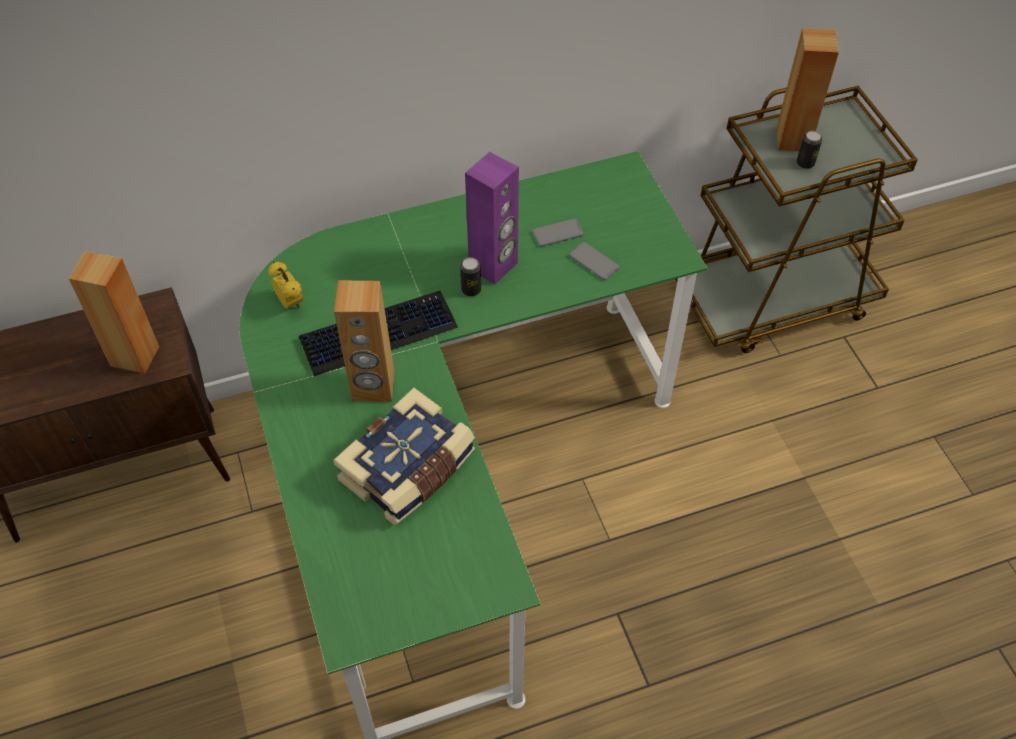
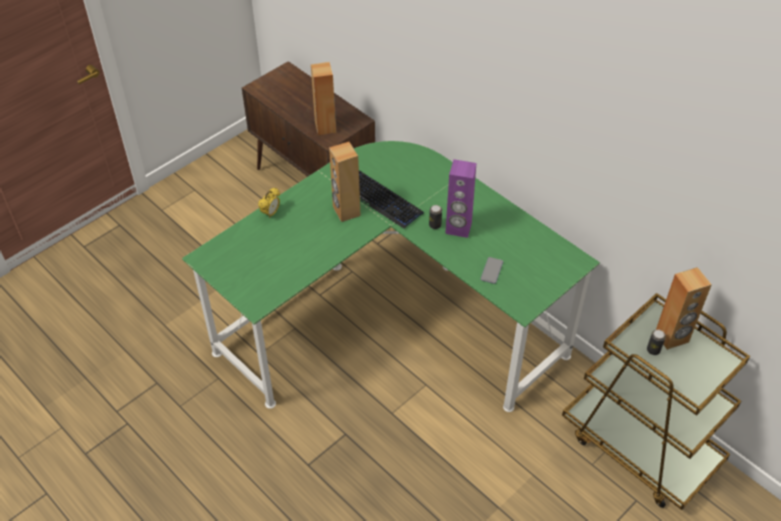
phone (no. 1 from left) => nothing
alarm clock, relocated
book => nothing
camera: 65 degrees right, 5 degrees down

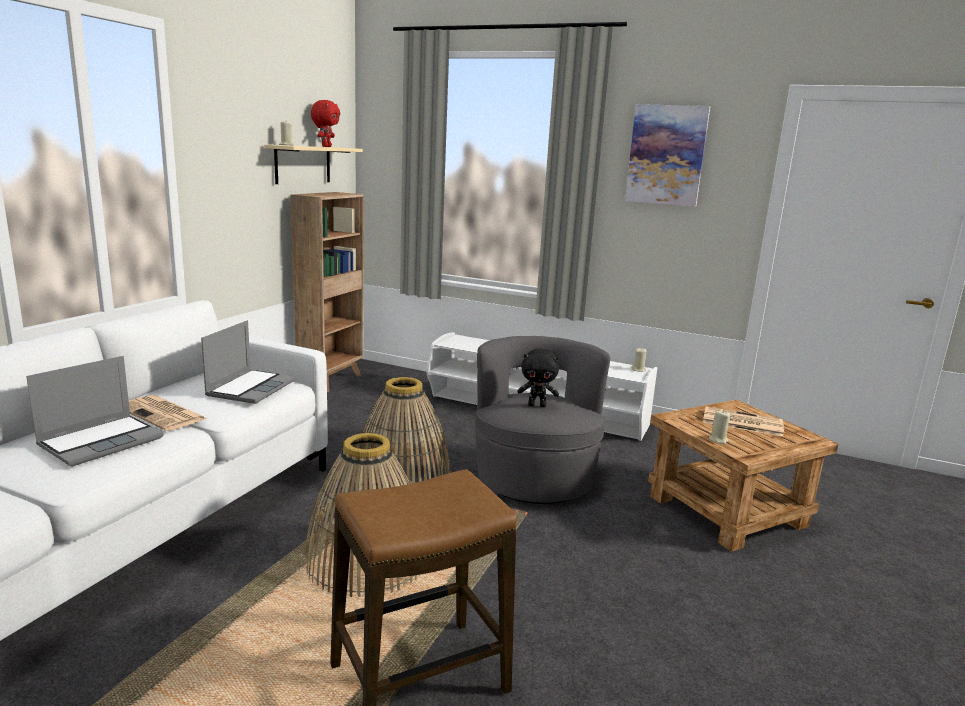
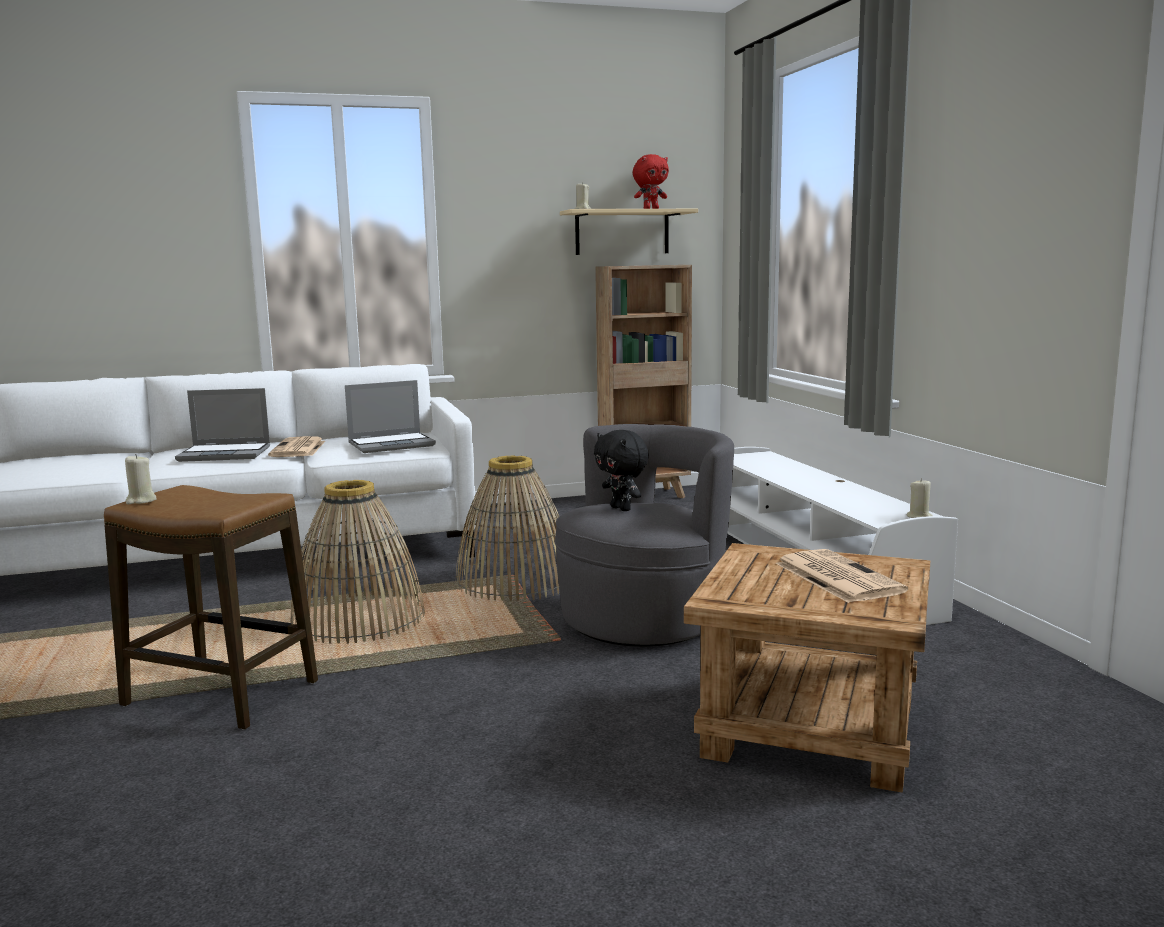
picture => nothing
candle (beige) (no. 3 from left in the first image) => candle (beige) (no. 1 from left), relocated
camera: 50 degrees right, 5 degrees down

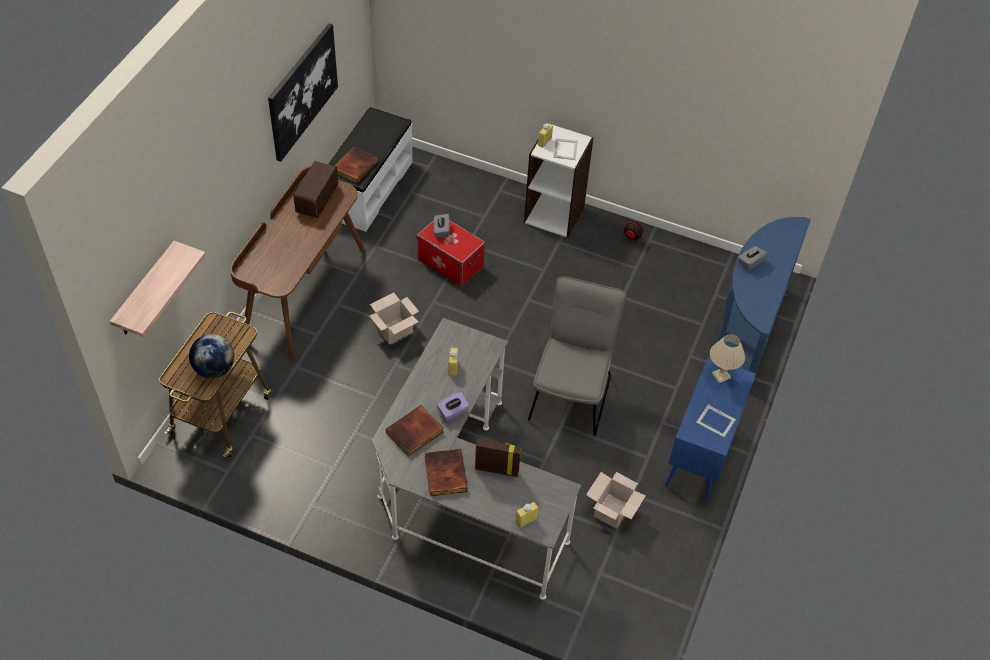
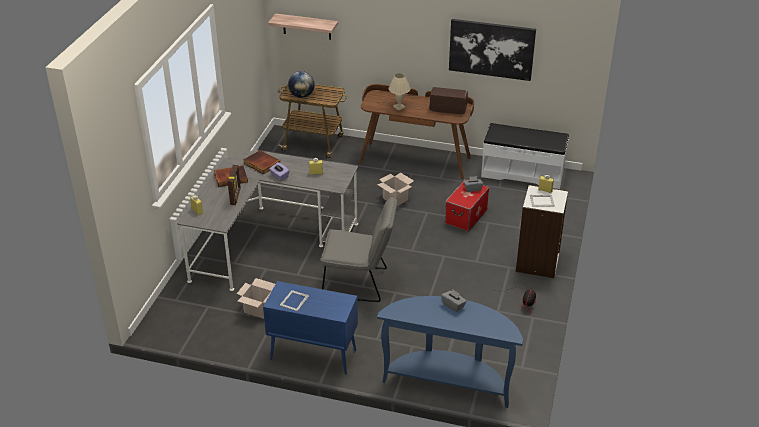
book (no. 1 from left) => nothing
table lamp (beige), relocated
camera: 85 degrees right, 15 degrees down

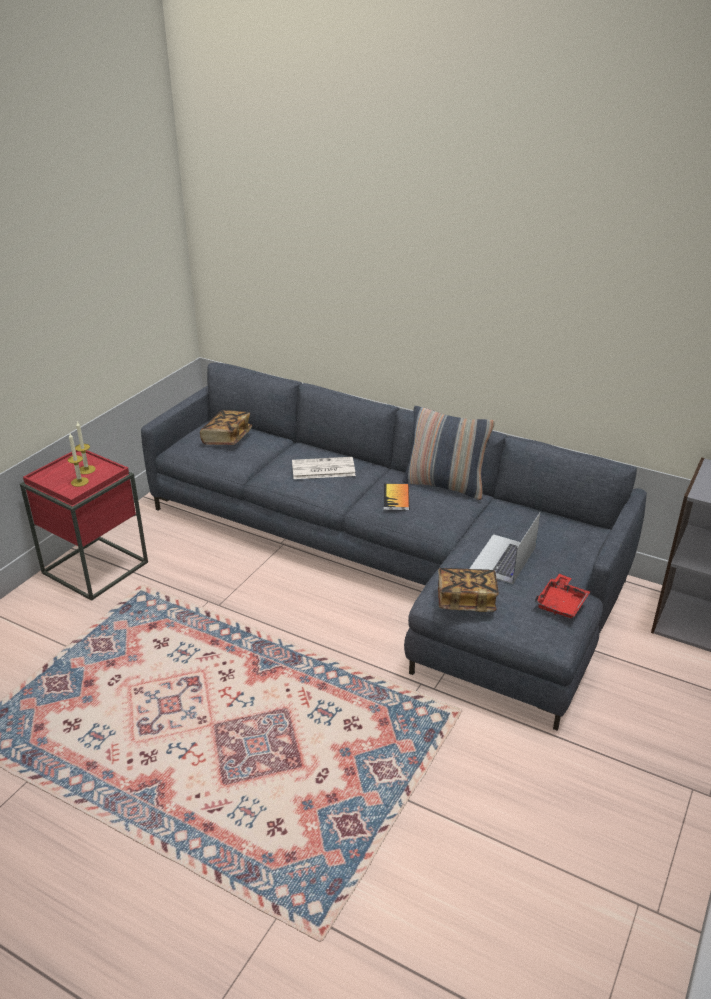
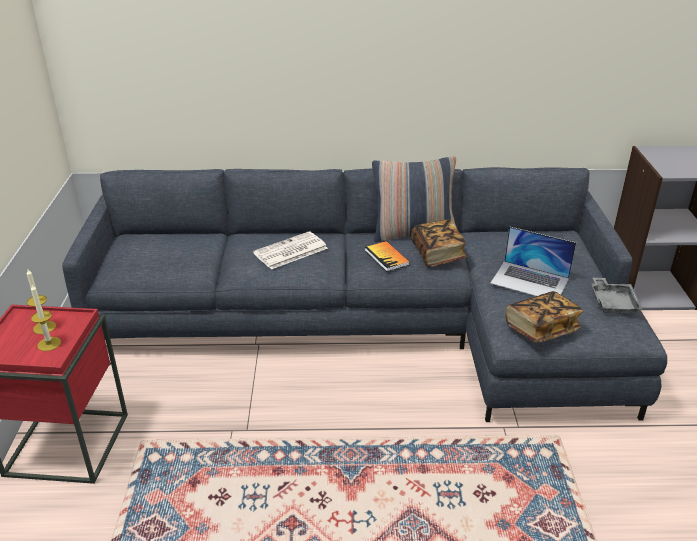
book (no. 1 from left in the first image) => book (no. 2 from left), relocated
laptop, 60 degrees counterclockwise
tray (red) => tray (grey)
camera: 30 degrees left, 0 degrees up

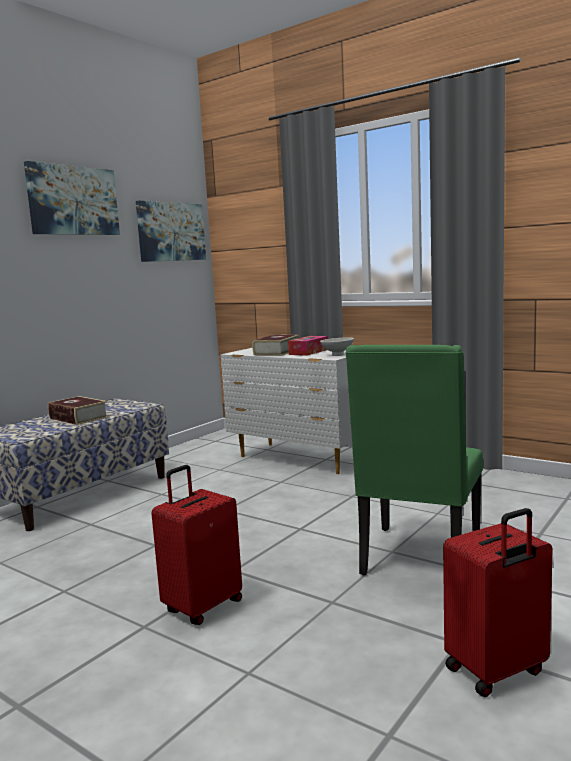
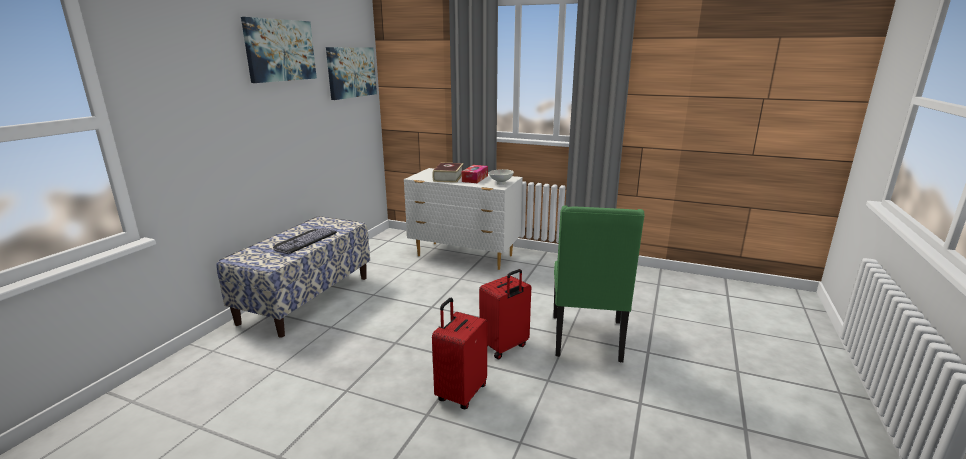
book (no. 1 from left) => keyboard
suitcase (red) (no. 2 from left), relocated
camera: 15 degrees left, 10 degrees up

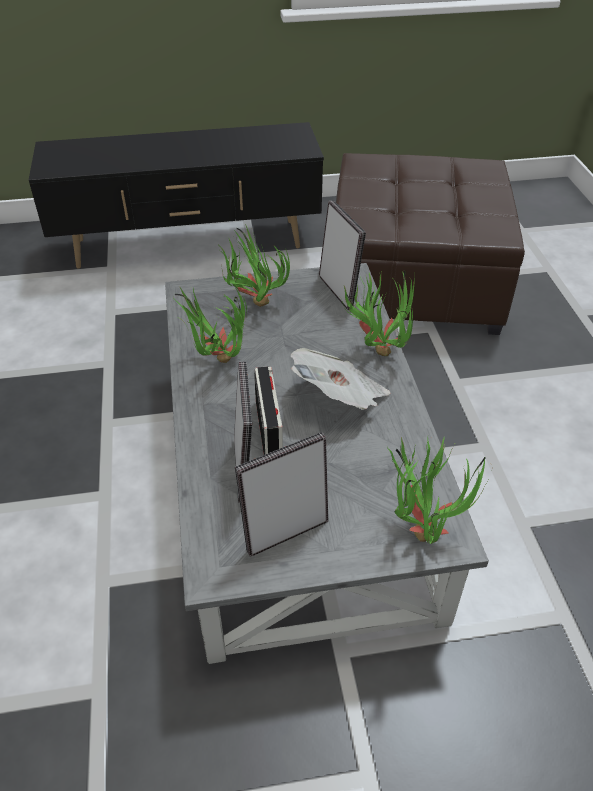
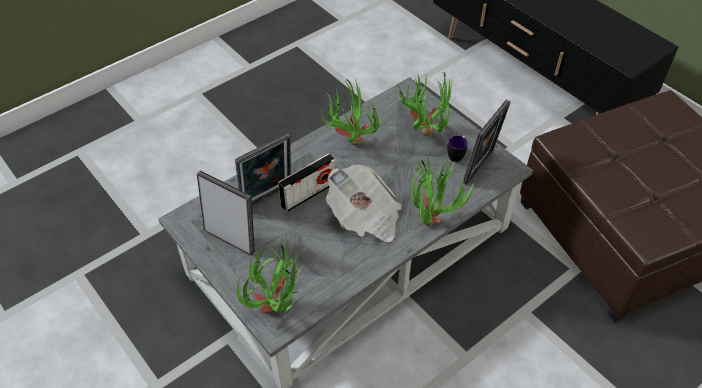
nothing => mug
camera: 60 degrees right, 5 degrees up

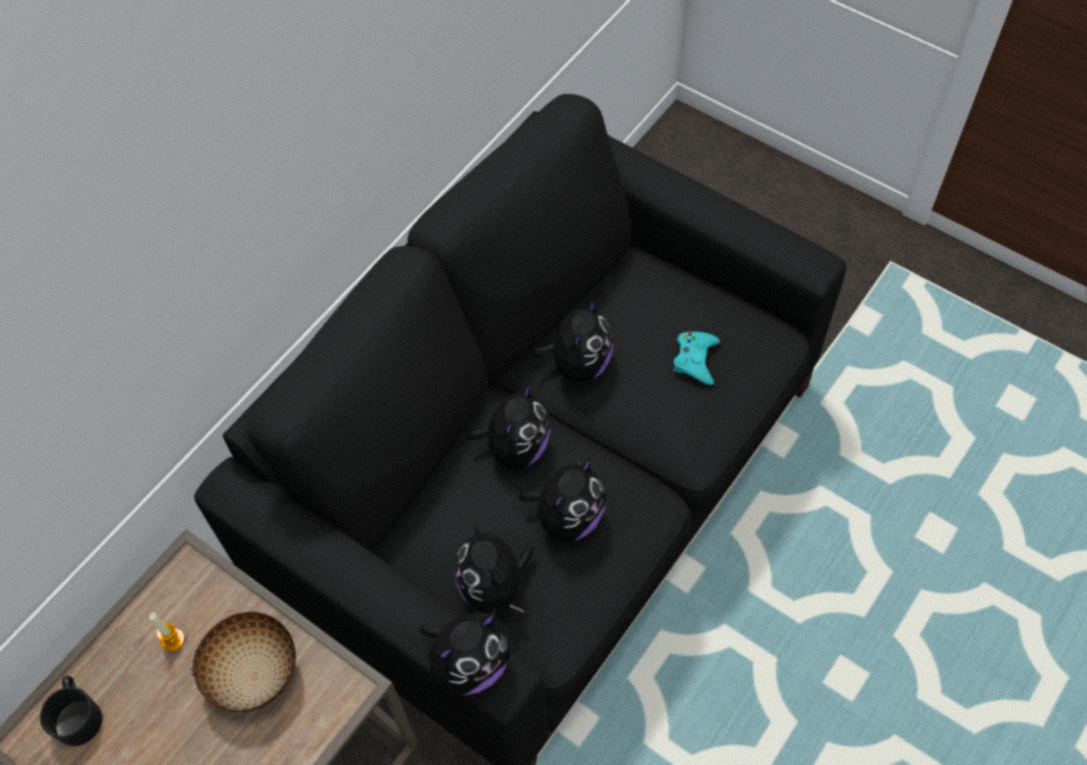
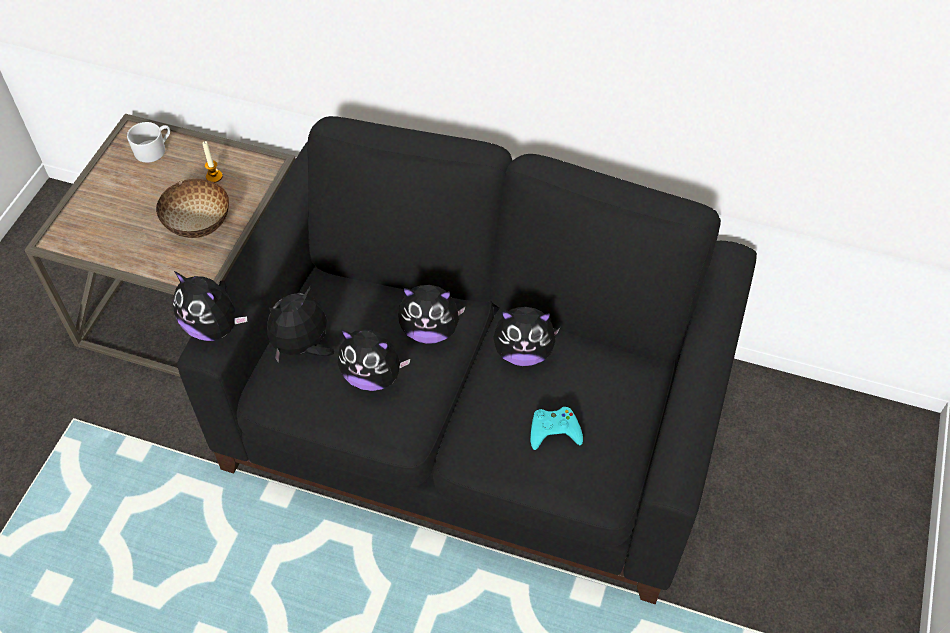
mug (black) => mug (white)
camera: 70 degrees right, 5 degrees down

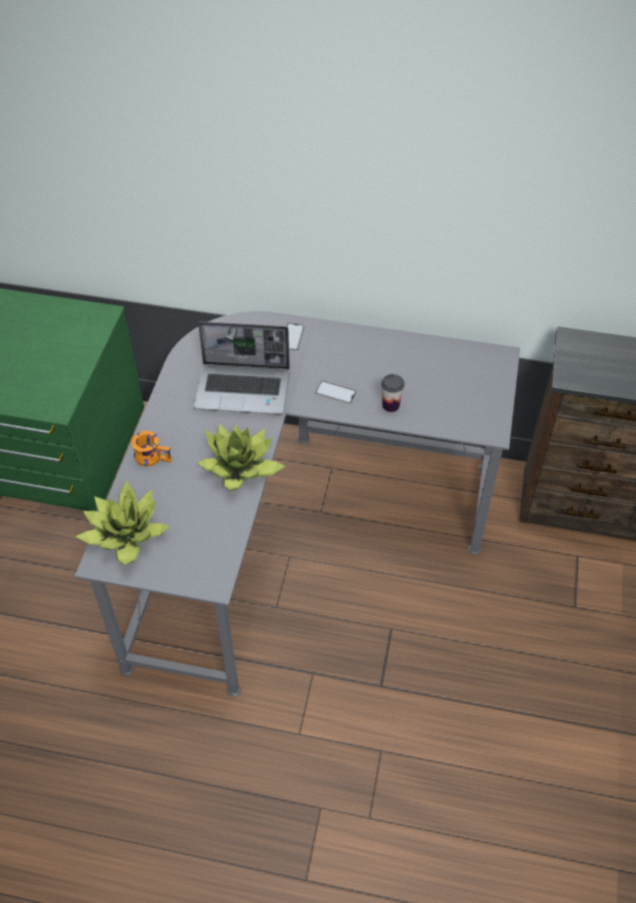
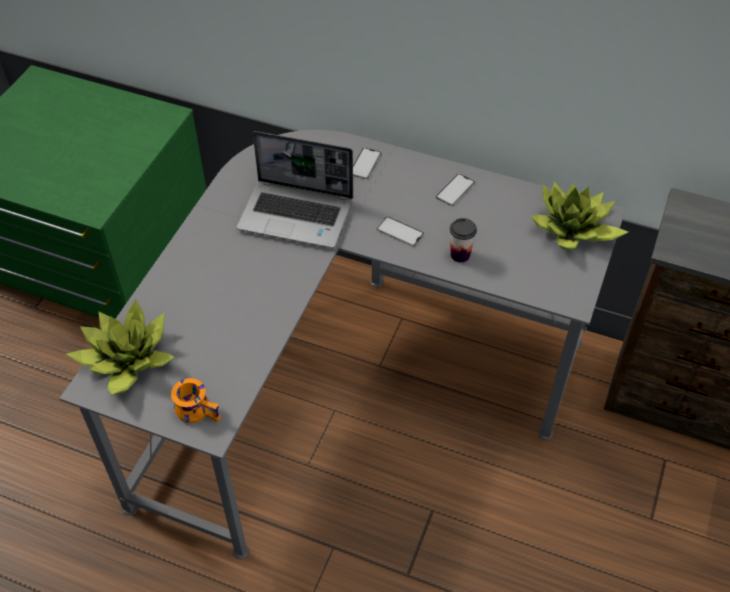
potted plant (no. 2 from left), relocated
mug (orange), relocated
nothing => phone (no. 3 from left)
camera: 10 degrees right, 0 degrees up

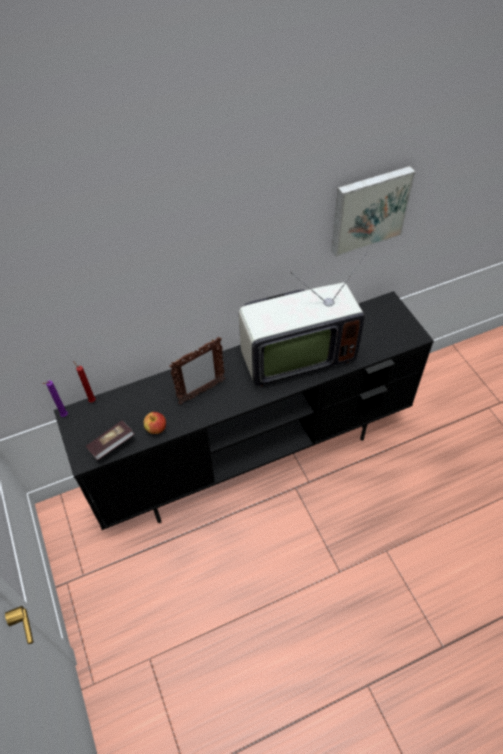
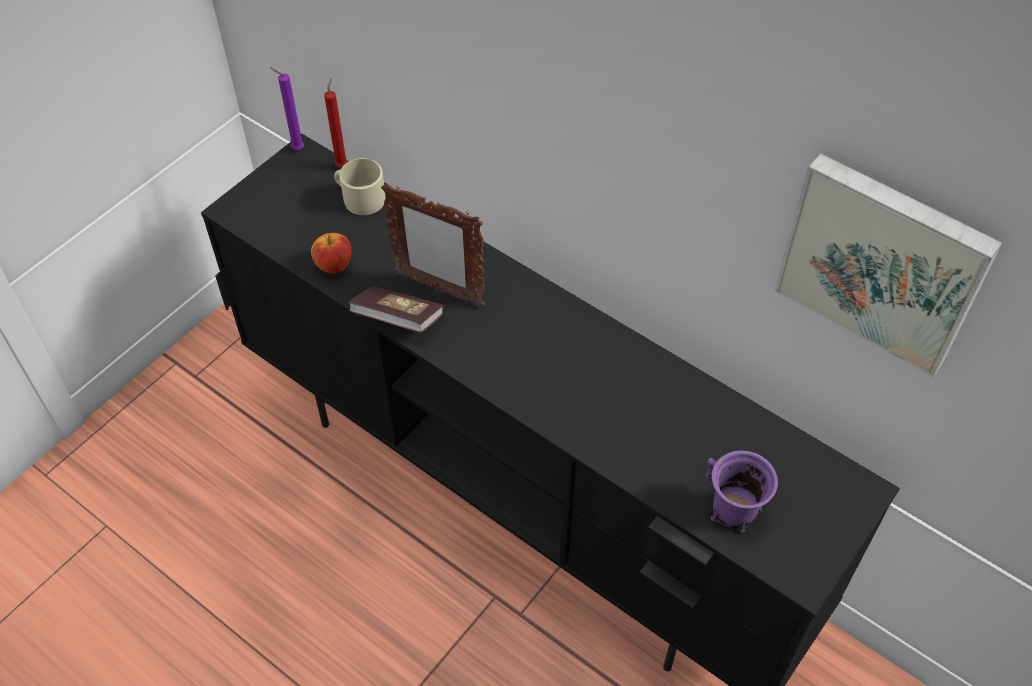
television => nothing
book, relocated
nothing => mug (beige)
nothing => mug (purple)
camera: 60 degrees right, 0 degrees up

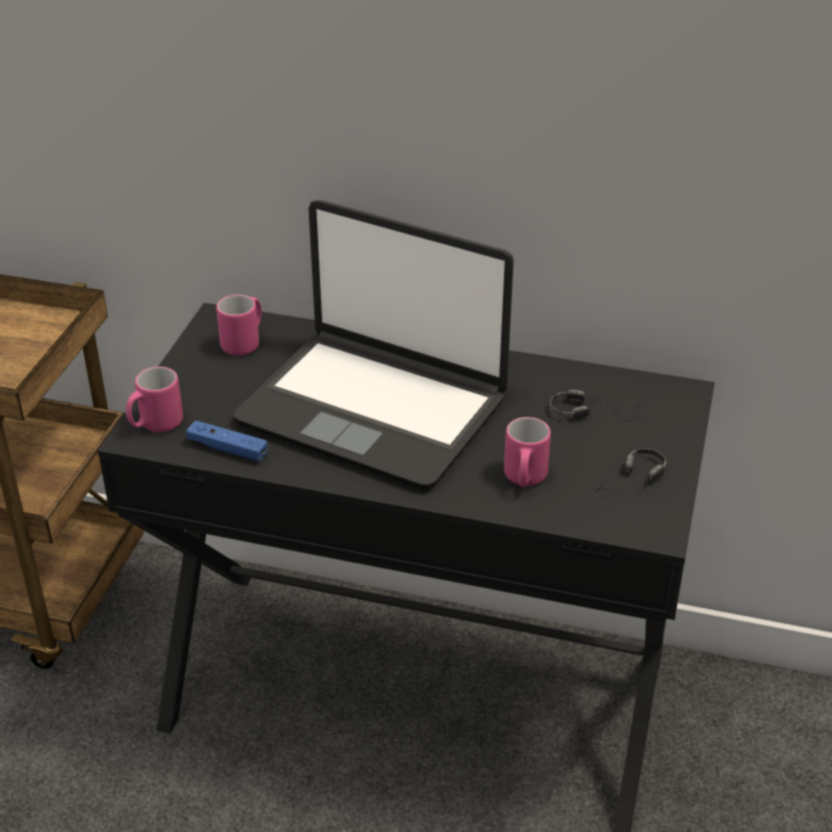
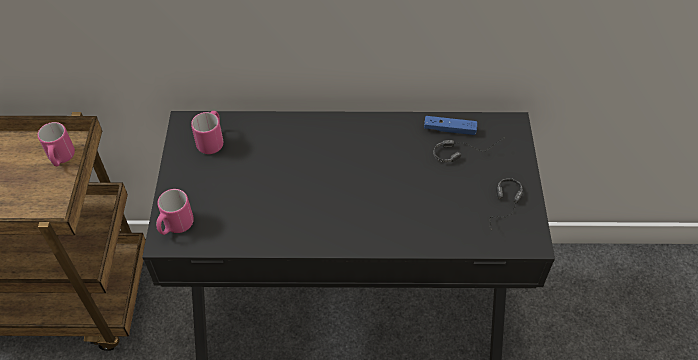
laptop => nothing
mug (pink) (no. 3 from left in the first image) => mug (pink) (no. 1 from left), relocated
game controller (blue), relocated
camera: 15 degrees left, 15 degrees up

